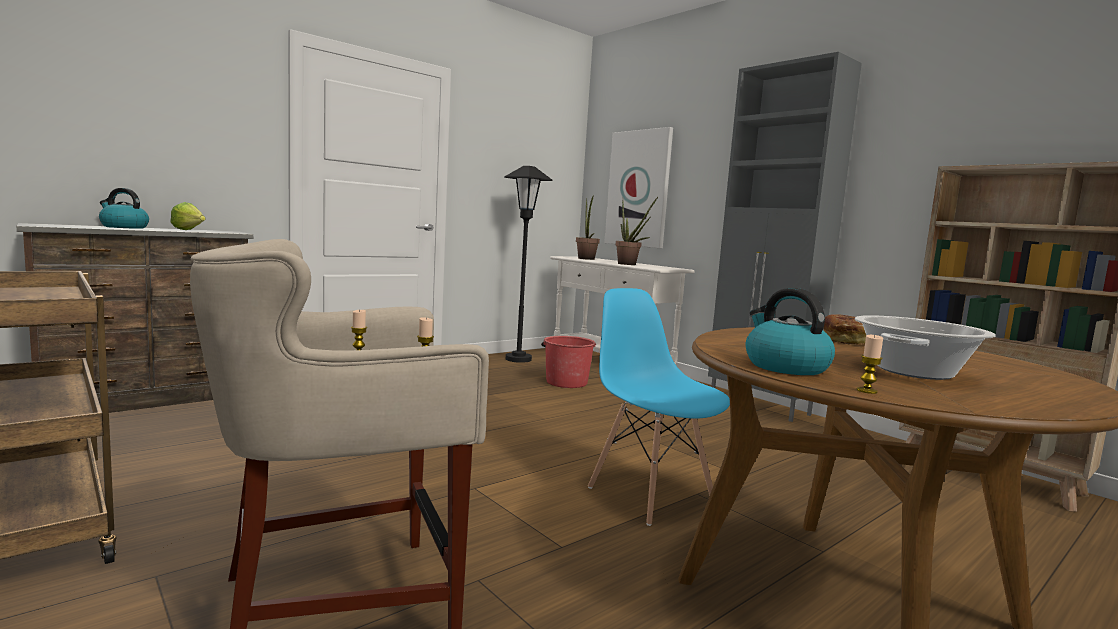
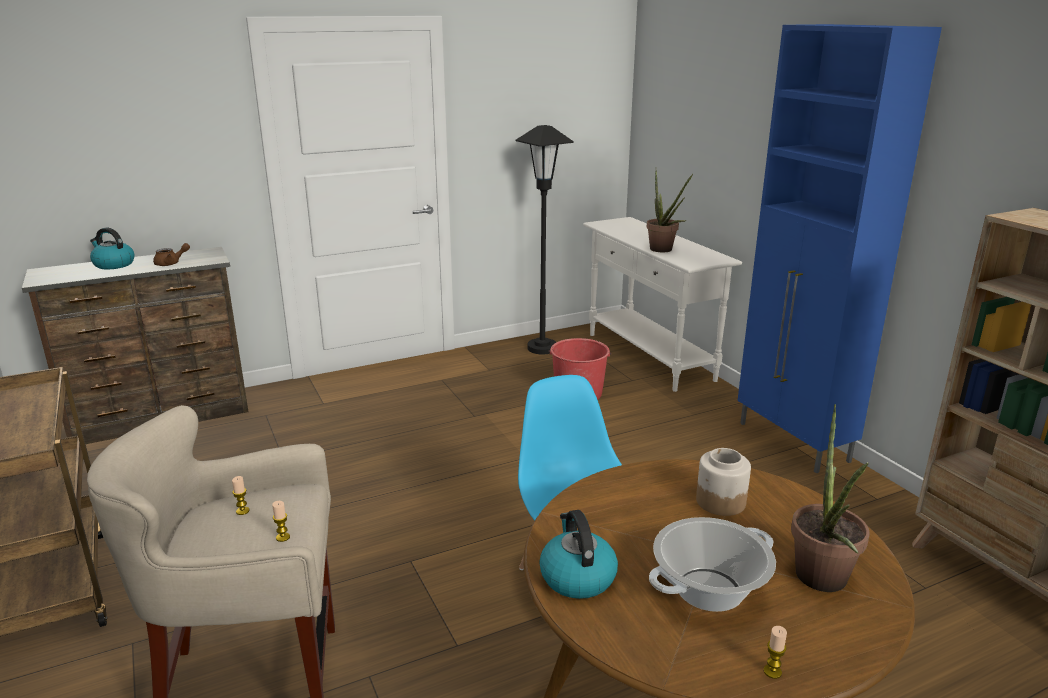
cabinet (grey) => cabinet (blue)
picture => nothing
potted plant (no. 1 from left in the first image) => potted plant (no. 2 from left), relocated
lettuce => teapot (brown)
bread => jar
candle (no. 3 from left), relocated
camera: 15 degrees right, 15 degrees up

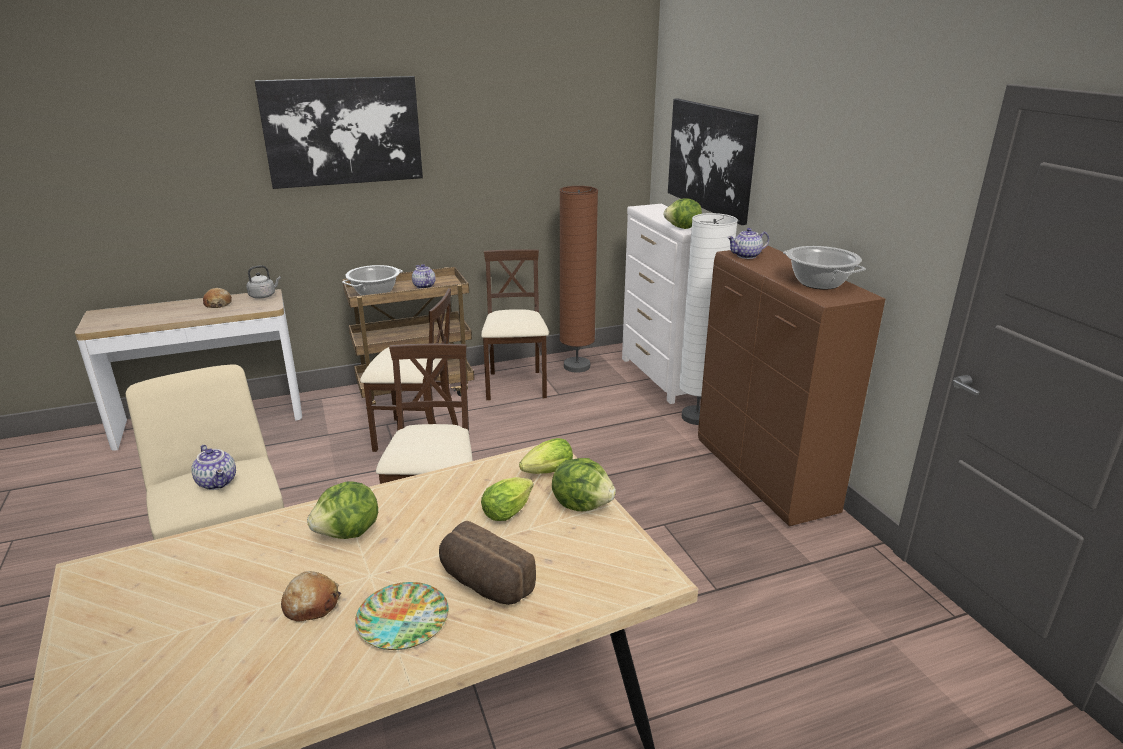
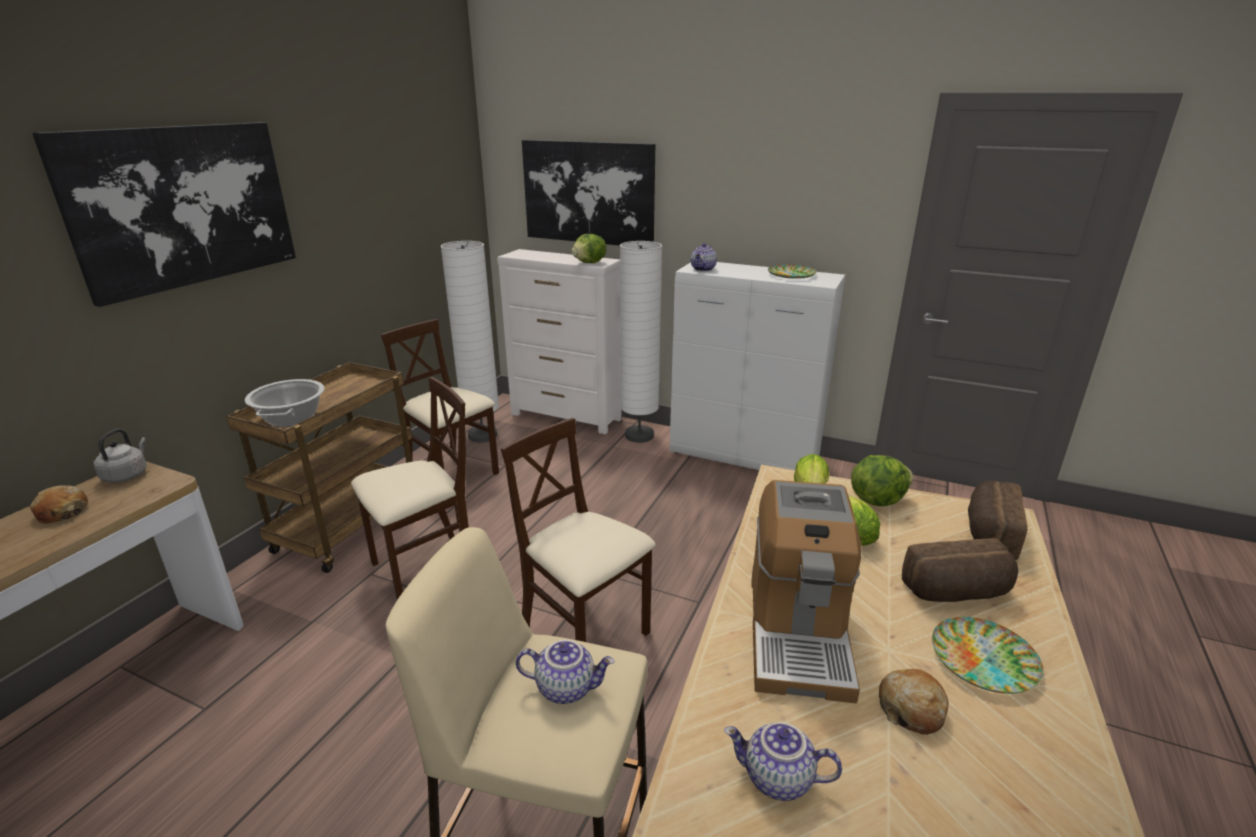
floor lamp (brown) => floor lamp (white) (no. 1 from left)
cabinet (brown) => cabinet (white)
cooking pot (no. 2 from left) => plate (no. 1 from left)
teapot (no. 2 from left in the first image) => teapot (no. 3 from left), relocated
lettuce (no. 1 from left) => coffee machine
nothing => bread (no. 4 from left)
camera: 45 degrees left, 0 degrees up

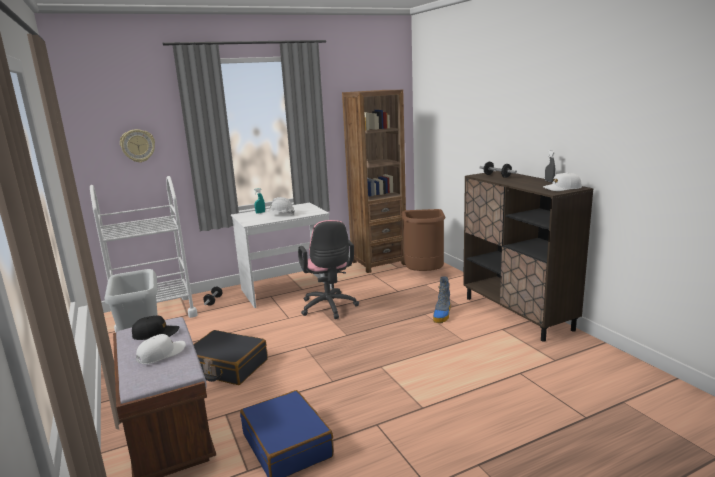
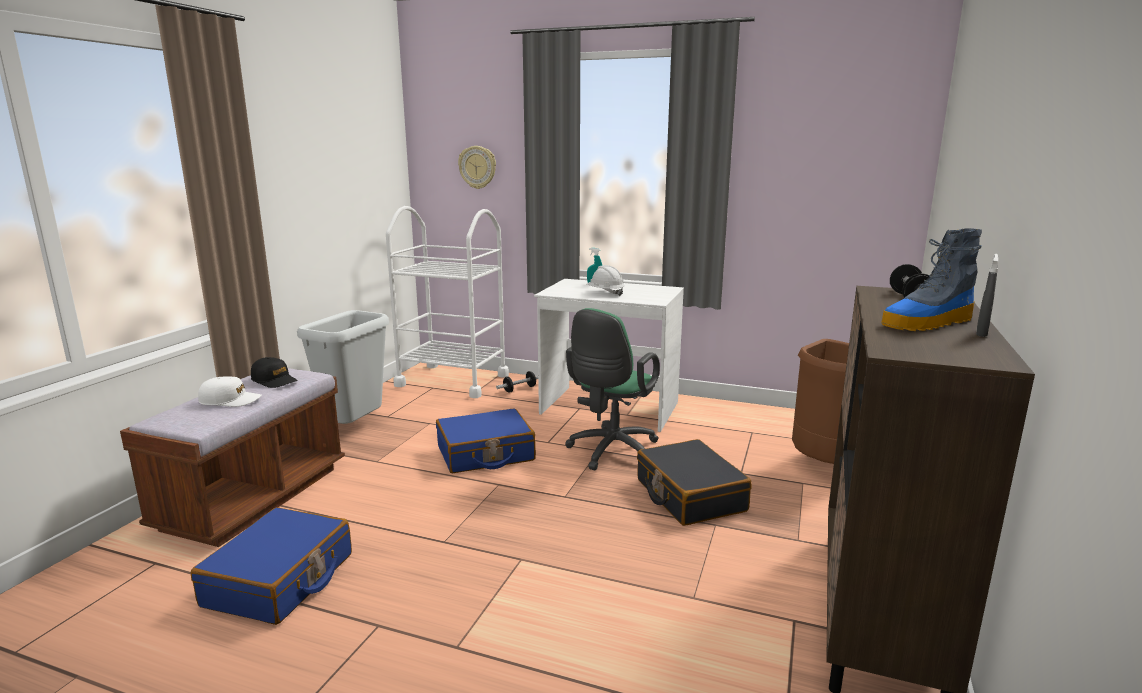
bookcase (brown) => nothing
cap (white) (no. 2 from left) => nothing
office chair (pink) => office chair (green)
boot, relocated
suitcase (black), relocated
nothing => suitcase (blue) (no. 2 from left)
camera: 45 degrees right, 0 degrees up

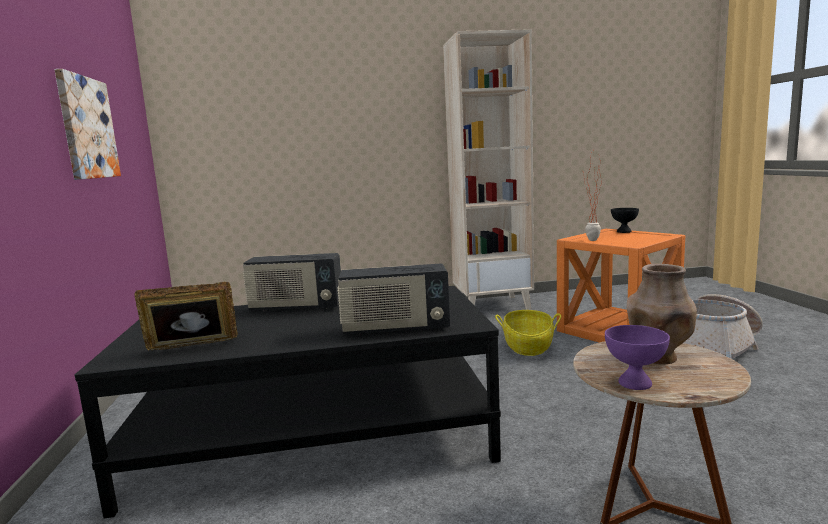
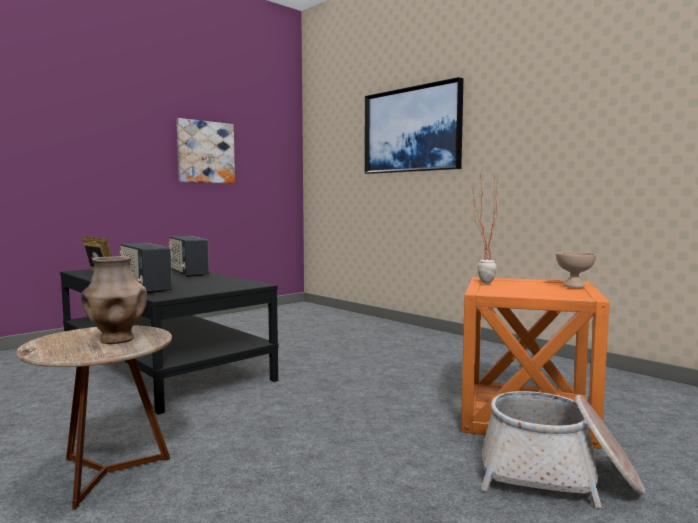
bookcase (beige) => nothing
bowl (black) => bowl (beige)
basket (no. 1 from left) => nothing
bowl (purple) => nothing
nothing => picture (no. 2 from left)
camera: 55 degrees right, 5 degrees down

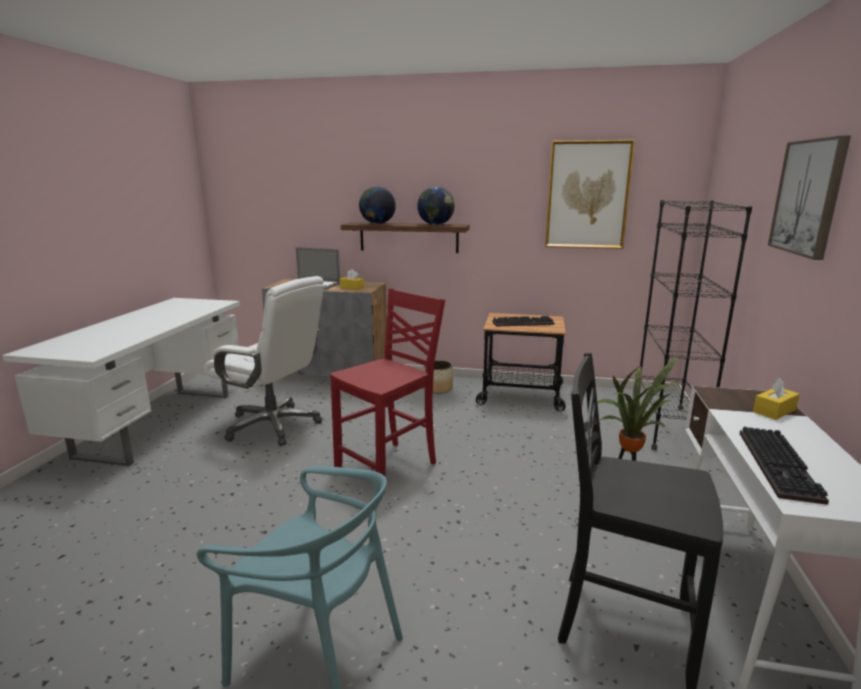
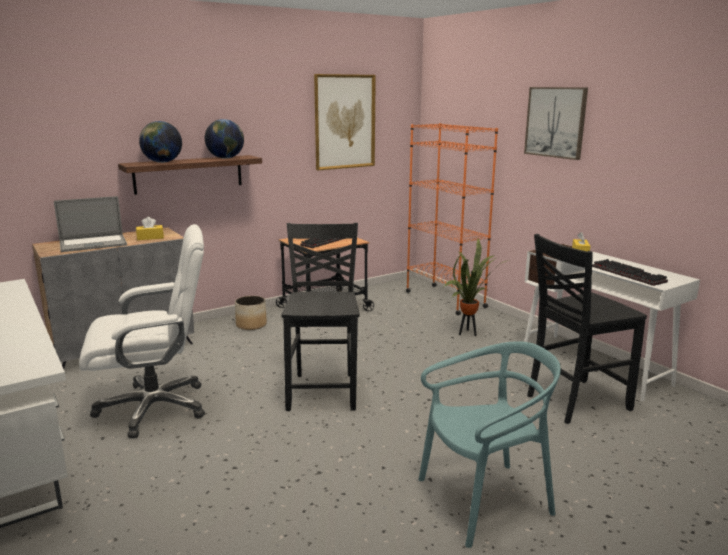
bookcase (black) => bookcase (orange)
chair (red) => chair (black) (no. 1 from left)
camera: 45 degrees left, 0 degrees up

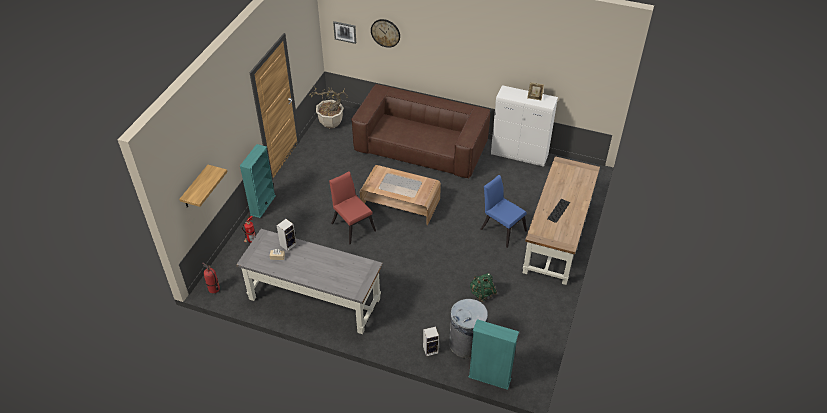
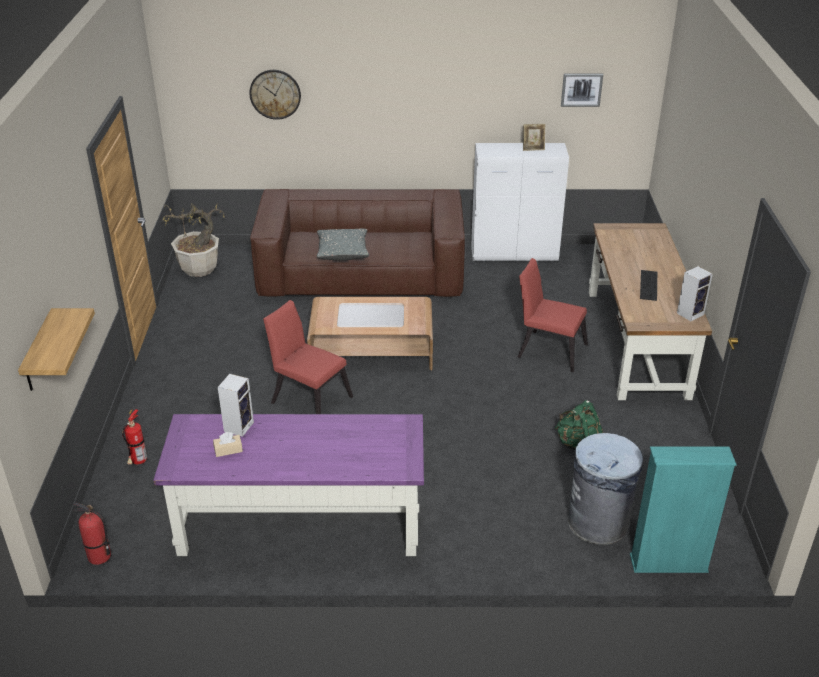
picture, relocated
bookcase (turquoise) (no. 1 from left) => nothing
chair (blue) => chair (red) (no. 2 from left)
desk (grey) => desk (purple)
speaker (no. 2 from left), relocated
nothing => pillow (grey)
camera: 20 degrees left, 10 degrees down

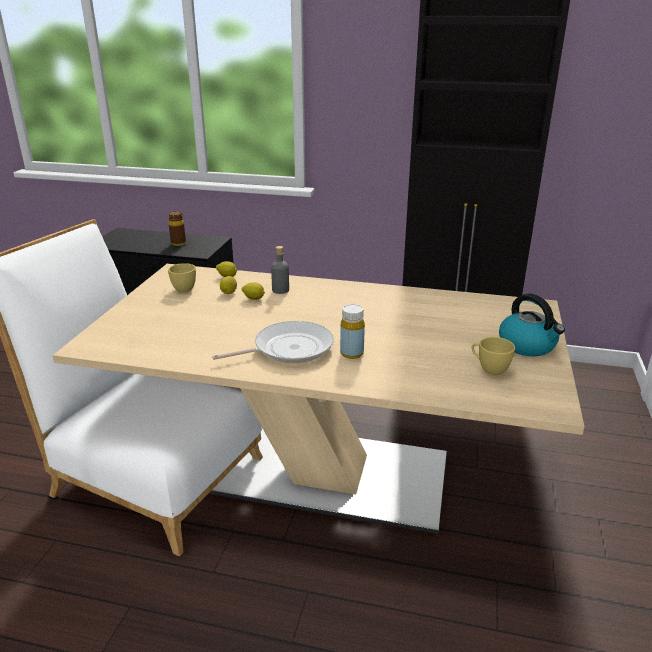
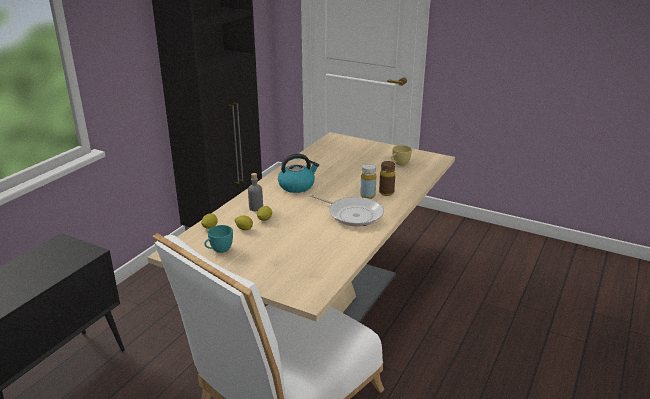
bottle (brown), relocated
cup (yellow) (no. 1 from left) => cup (turquoise)
kettle, relocated
frying pan, 135 degrees clockwise
camera: 75 degrees left, 0 degrees up

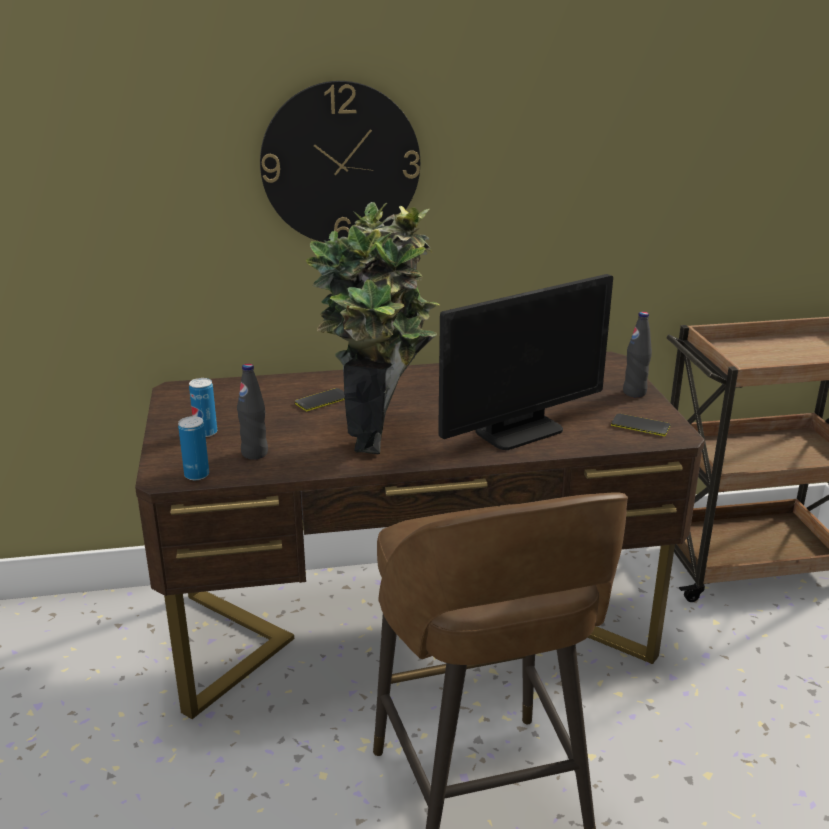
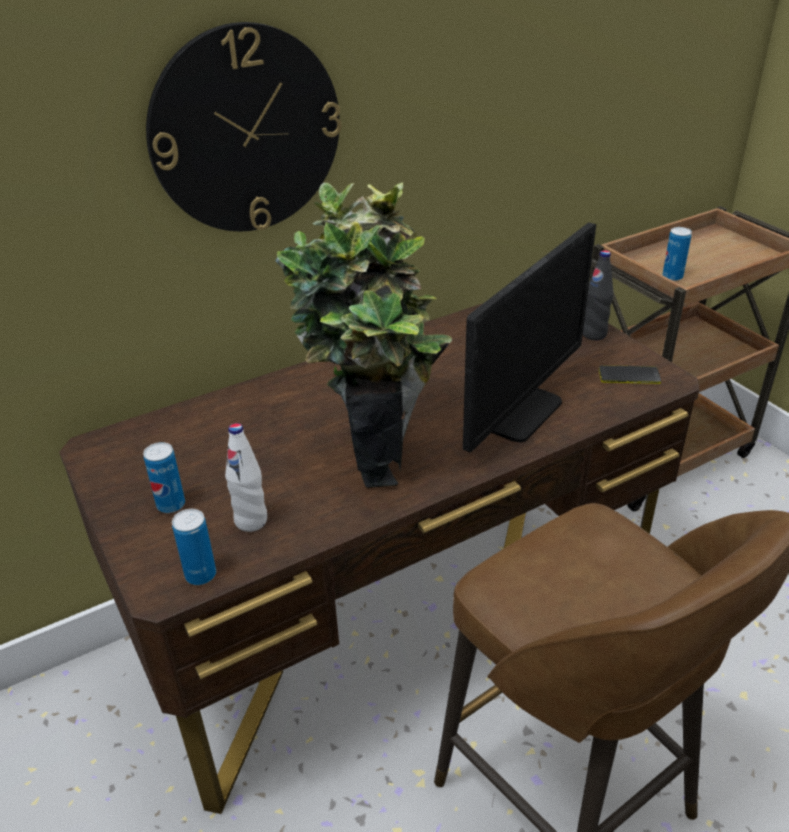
bottle (black) (no. 1 from left) => bottle (white)
phone (no. 1 from left) => nothing
nothing => can (no. 3 from left)
camera: 20 degrees left, 10 degrees up

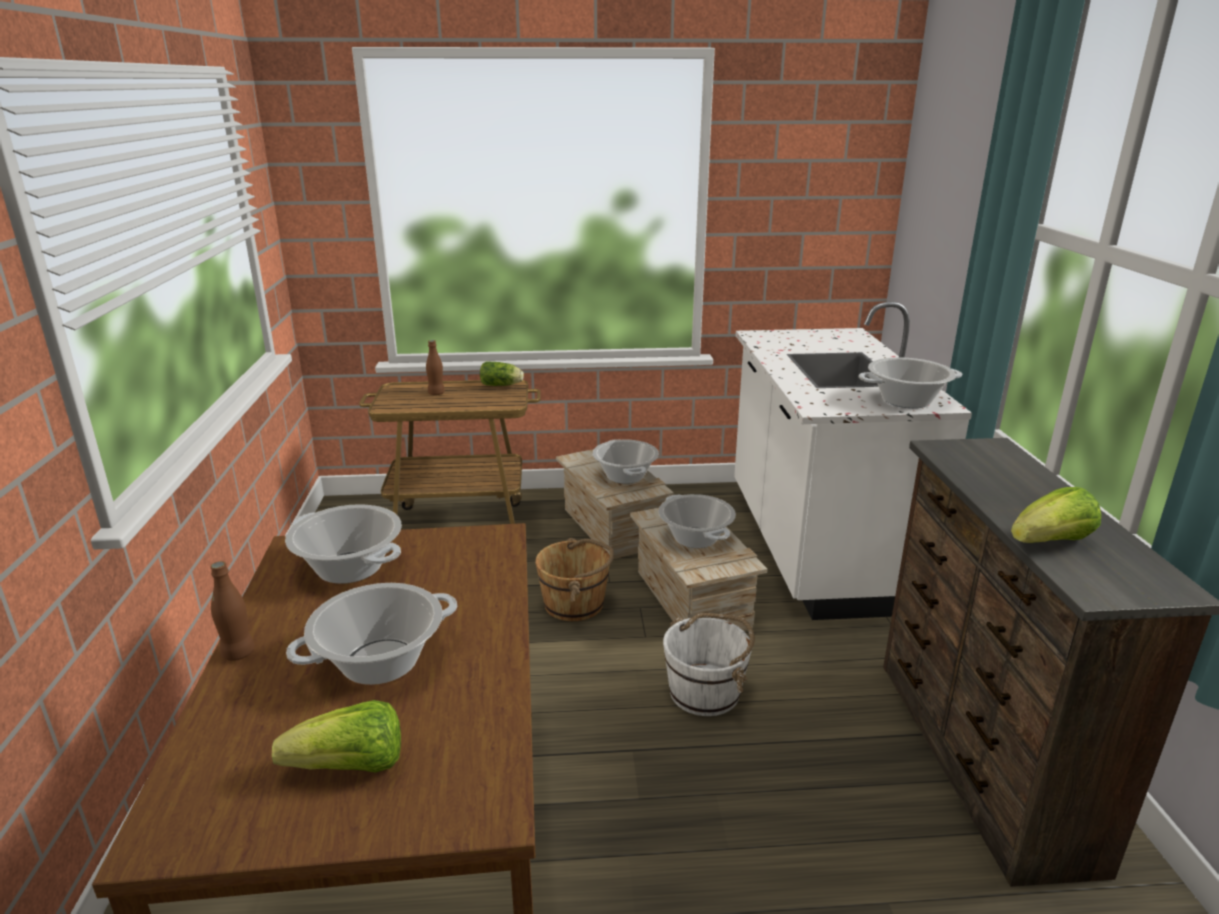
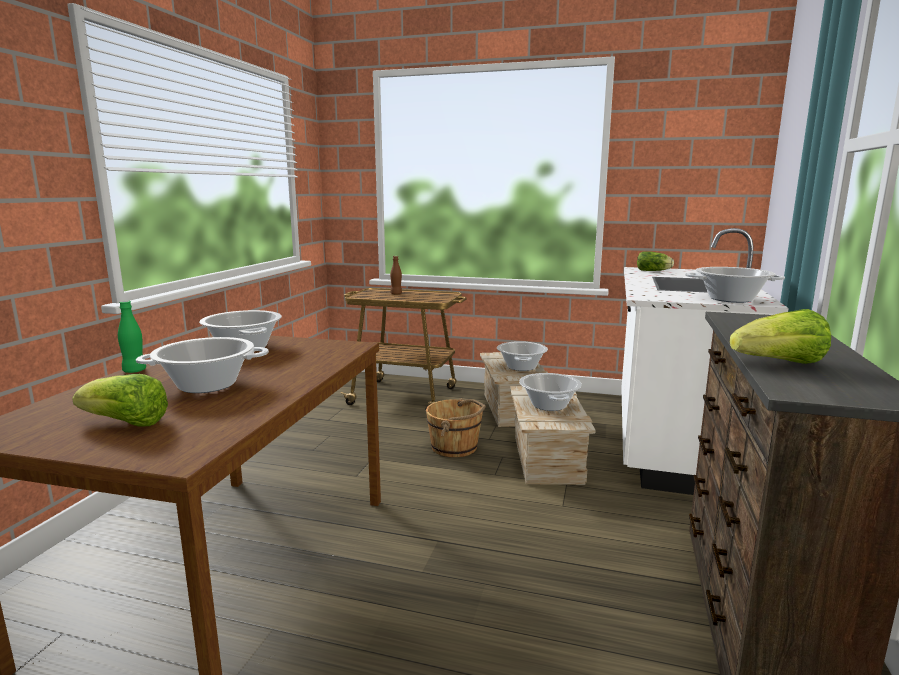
lettuce (no. 2 from left), relocated
bottle (brown) (no. 1 from left) => bottle (green)
bucket (white) => nothing
camera: 20 degrees right, 10 degrees down

